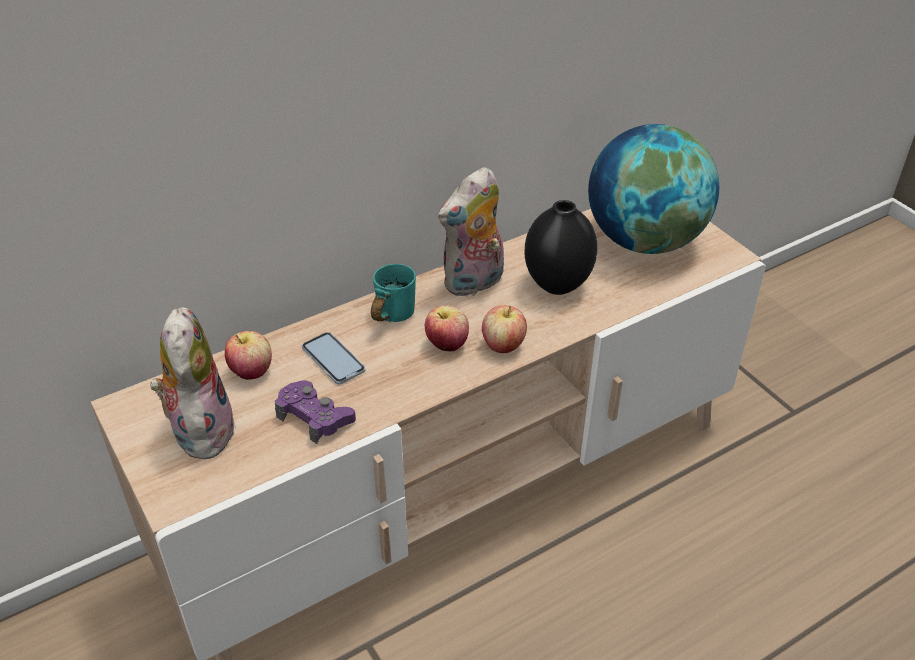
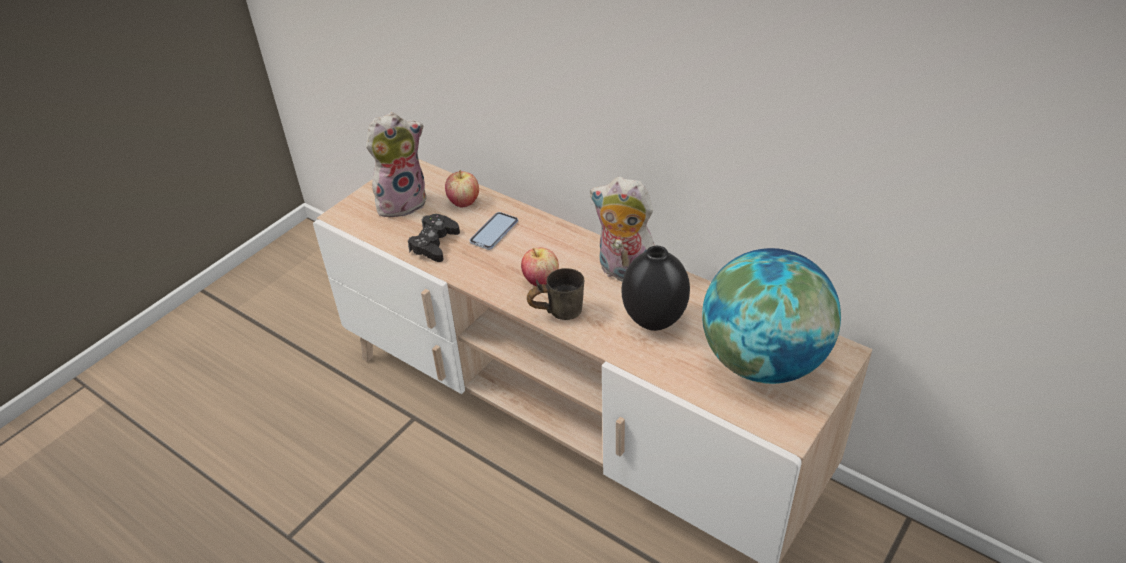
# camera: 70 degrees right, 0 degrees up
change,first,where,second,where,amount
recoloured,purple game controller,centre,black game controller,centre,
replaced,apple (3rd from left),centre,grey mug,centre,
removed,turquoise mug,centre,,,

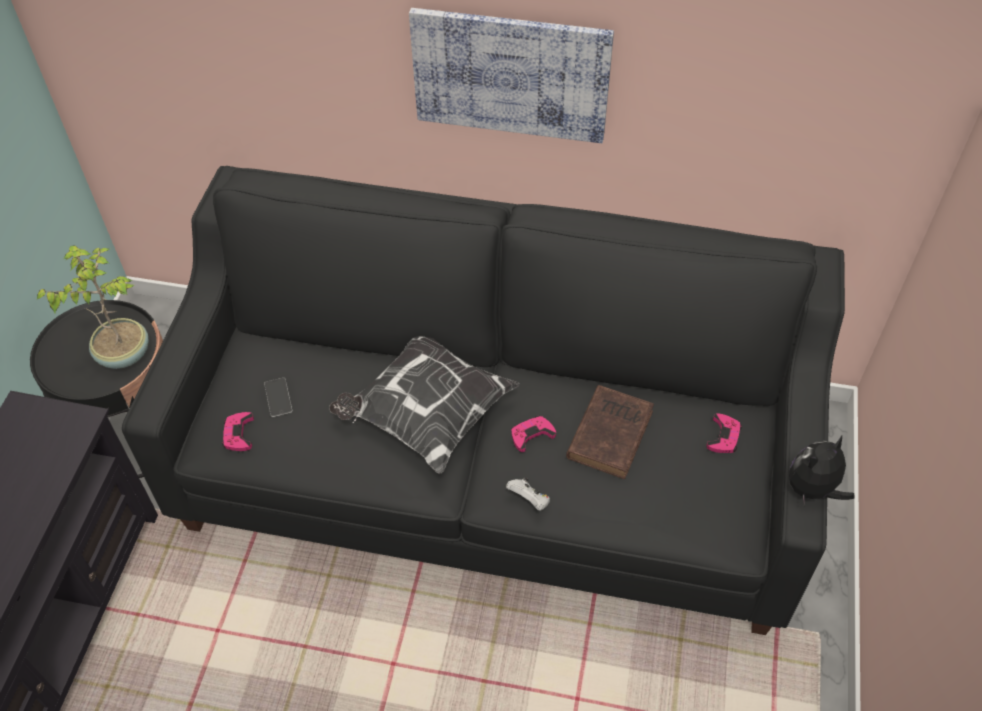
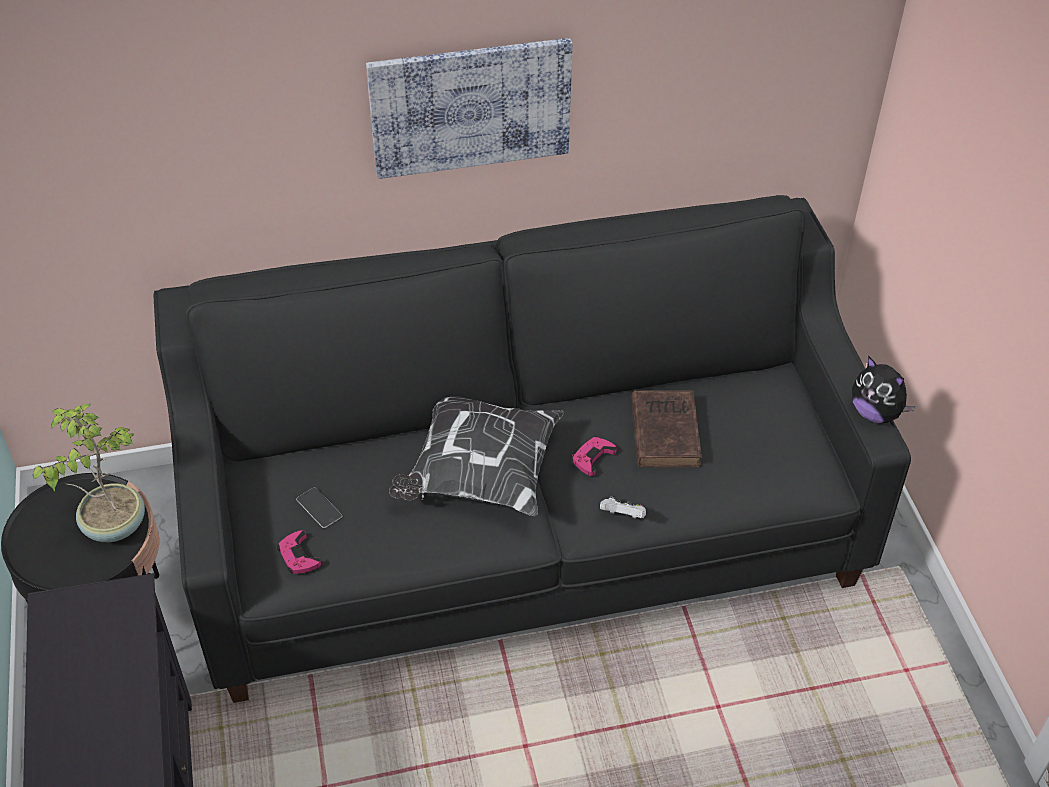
# camera: 25 degrees left, 5 degrees down
change,first,where,second,where,amount
turned,plush toy,middle right,,middle right,75 degrees counterclockwise
removed,pink game controller (3rd from left),middle right,,,

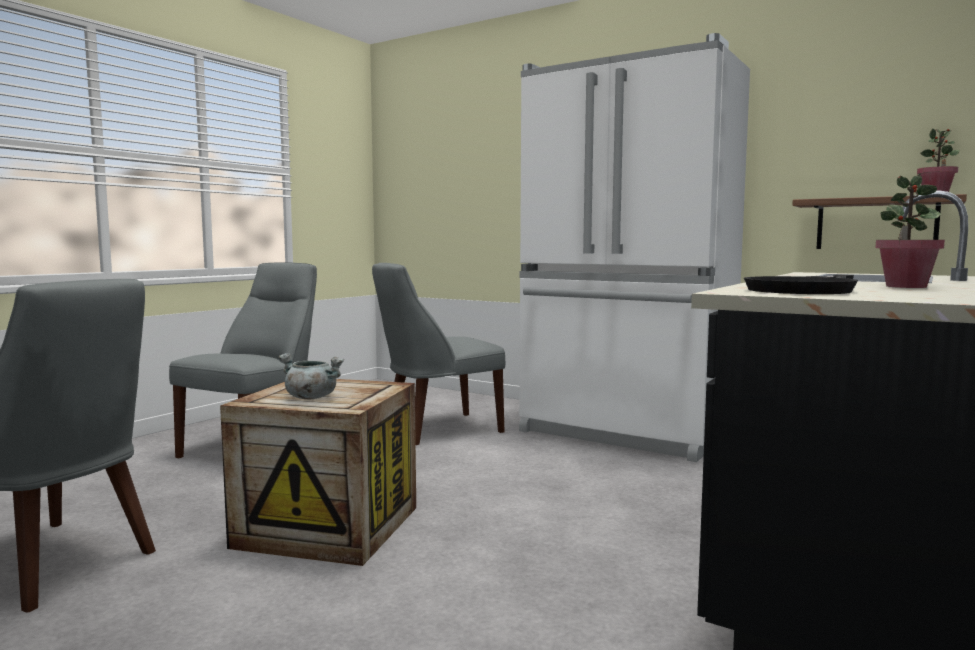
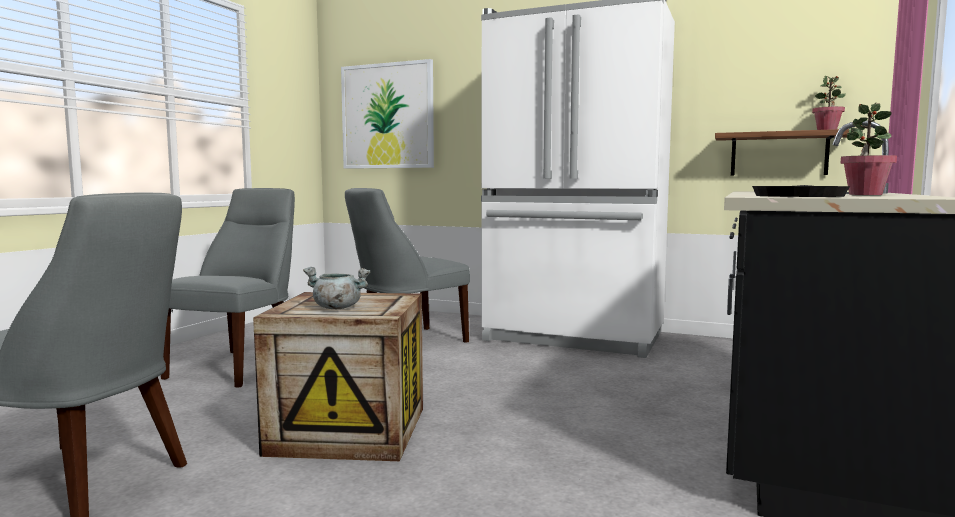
# camera: 10 degrees left, 0 degrees up
change,first,where,second,where,amount
added,,,picture,top centre,

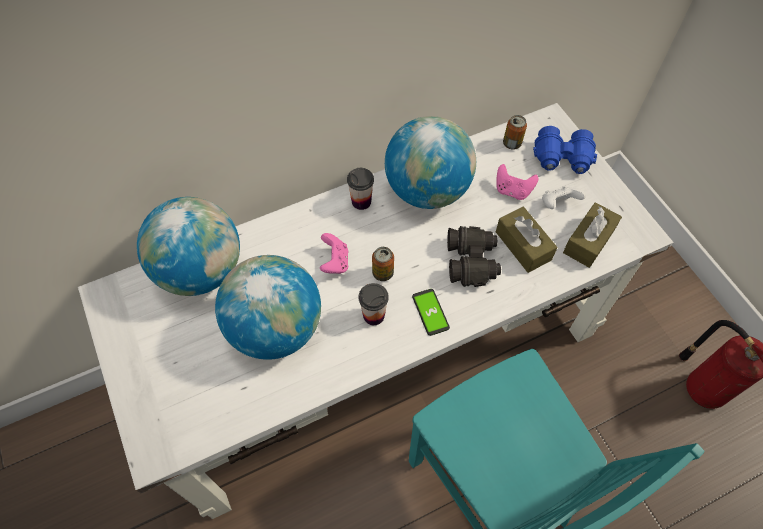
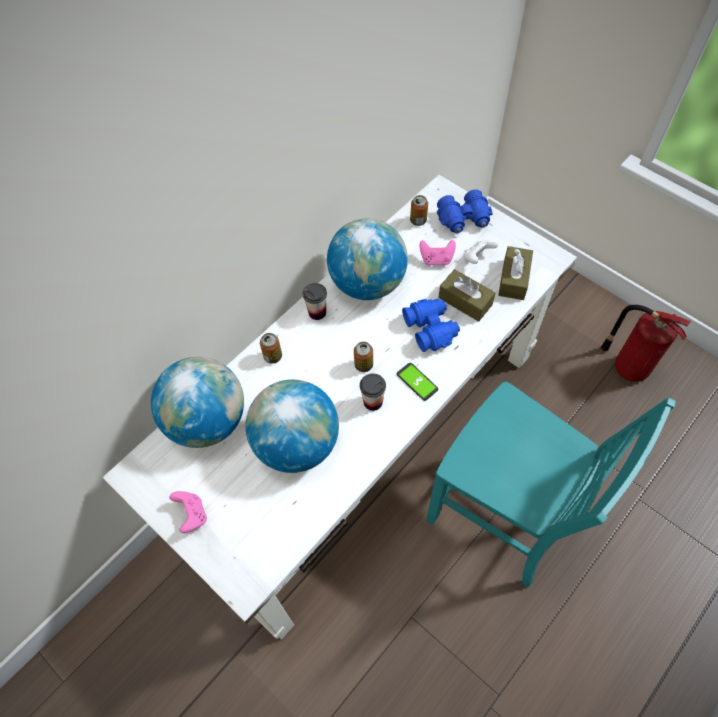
# camera: 20 degrees left, 0 degrees up
change,first,where,second,where,amount
moved,pink game controller (1st from left),centre,,bottom left,
added,,,can (1st from left),centre,
recoloured,black binoculars,centre,blue binoculars (1st from left),centre,

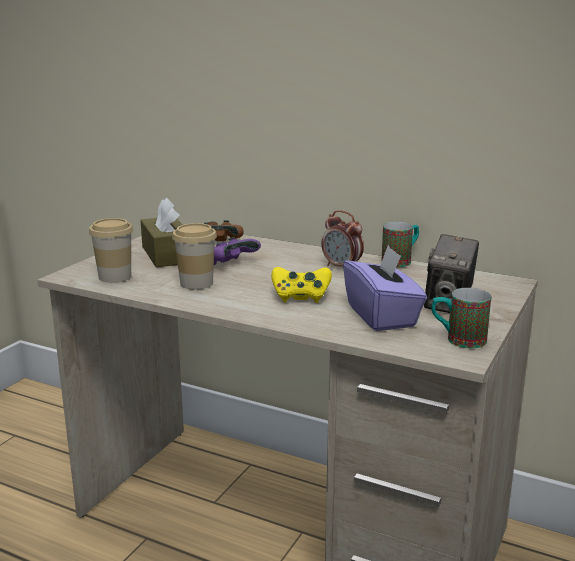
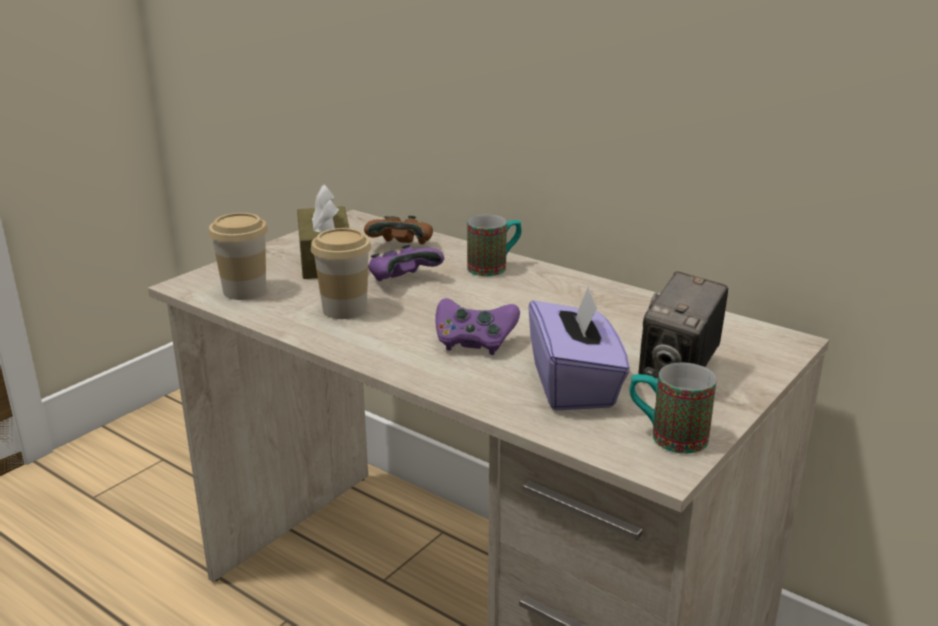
# camera: 10 degrees right, 5 degrees up
change,first,where,second,where,amount
recoloured,yellow game controller,centre,purple game controller (2nd from left),centre,
moved,mug (1st from left),middle right,,centre,
removed,alarm clock,centre,,,

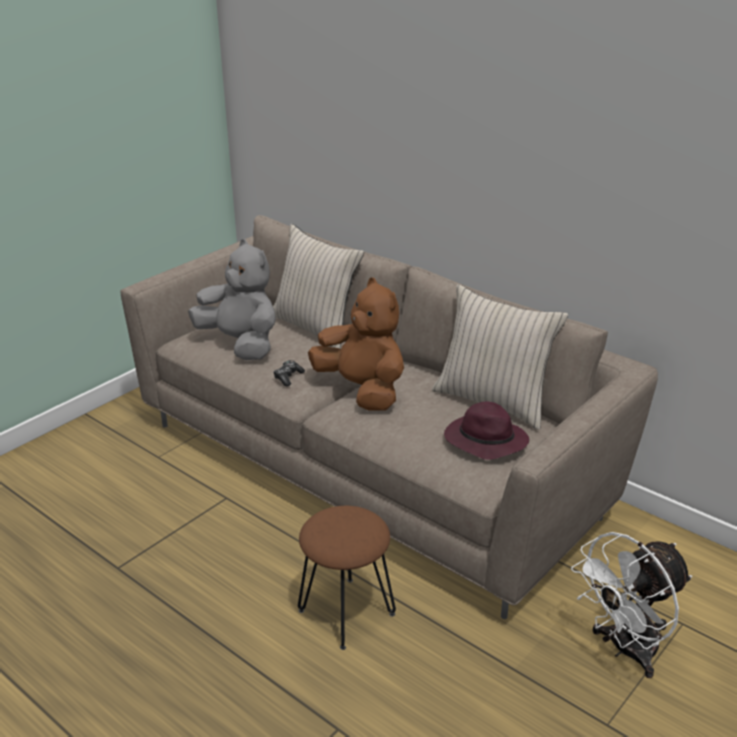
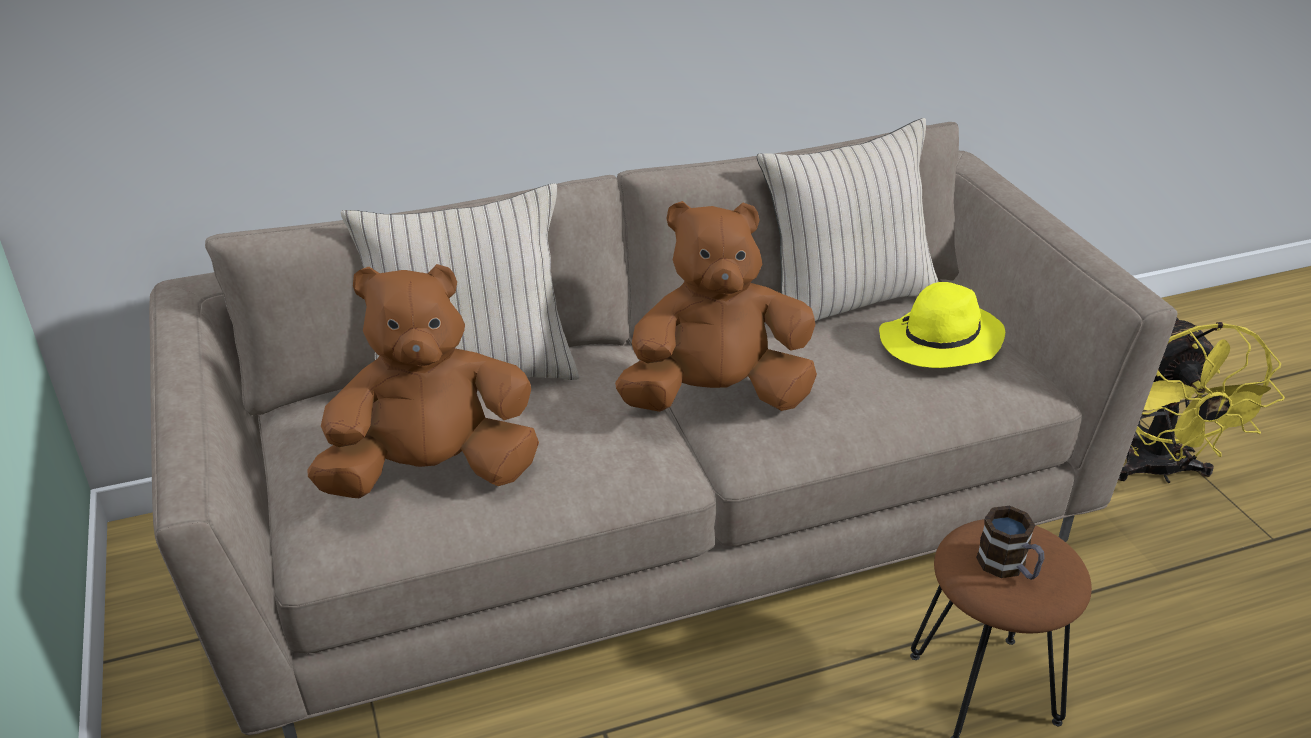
# camera: 60 degrees left, 5 degrees up
change,first,where,second,where,amount
recoloured,grey plush toy,middle left,brown plush toy (1st from left),middle left,
recoloured,purple hat,centre,yellow hat,middle right,
added,,,mug,bottom right,
recoloured,white fan,bottom right,yellow fan,middle right,
removed,game controller,centre,,,

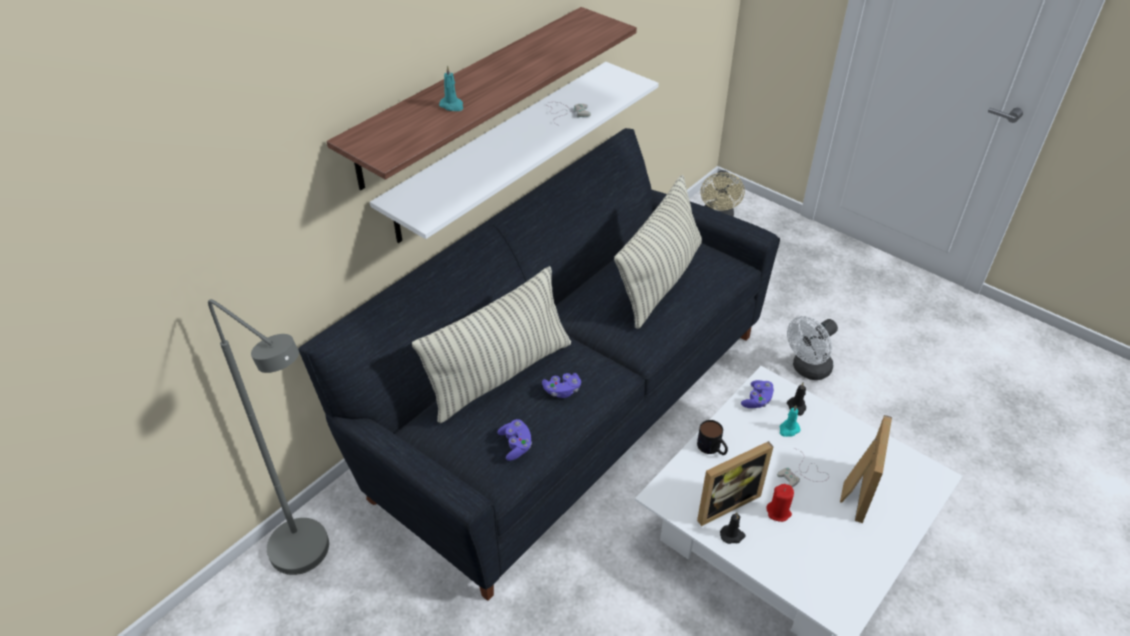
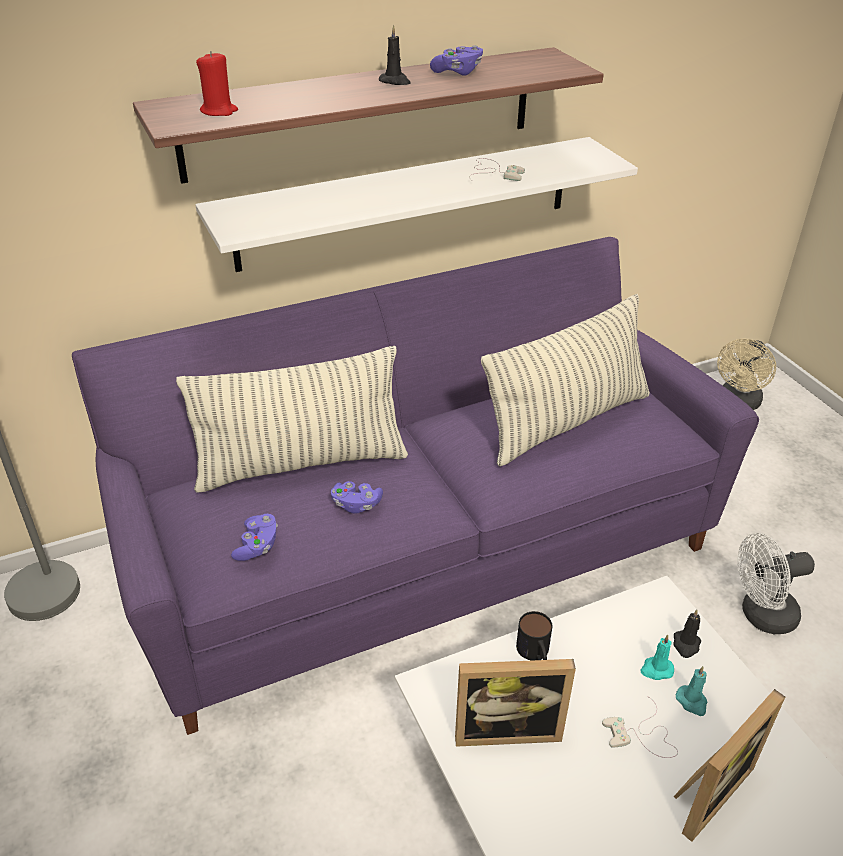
# camera: 25 degrees right, 5 degrees down
change,first,where,second,where,amount
recoloured,black sofa,centre,purple sofa,centre,
moved,red candle,bottom right,,top left,
moved,black candle (1st from left),bottom centre,,top centre,
moved,purple game controller (3rd from left),middle right,,top centre,
moved,turquoise candle (1st from left in the first image),top centre,turquoise candle (2nd from left),bottom right,

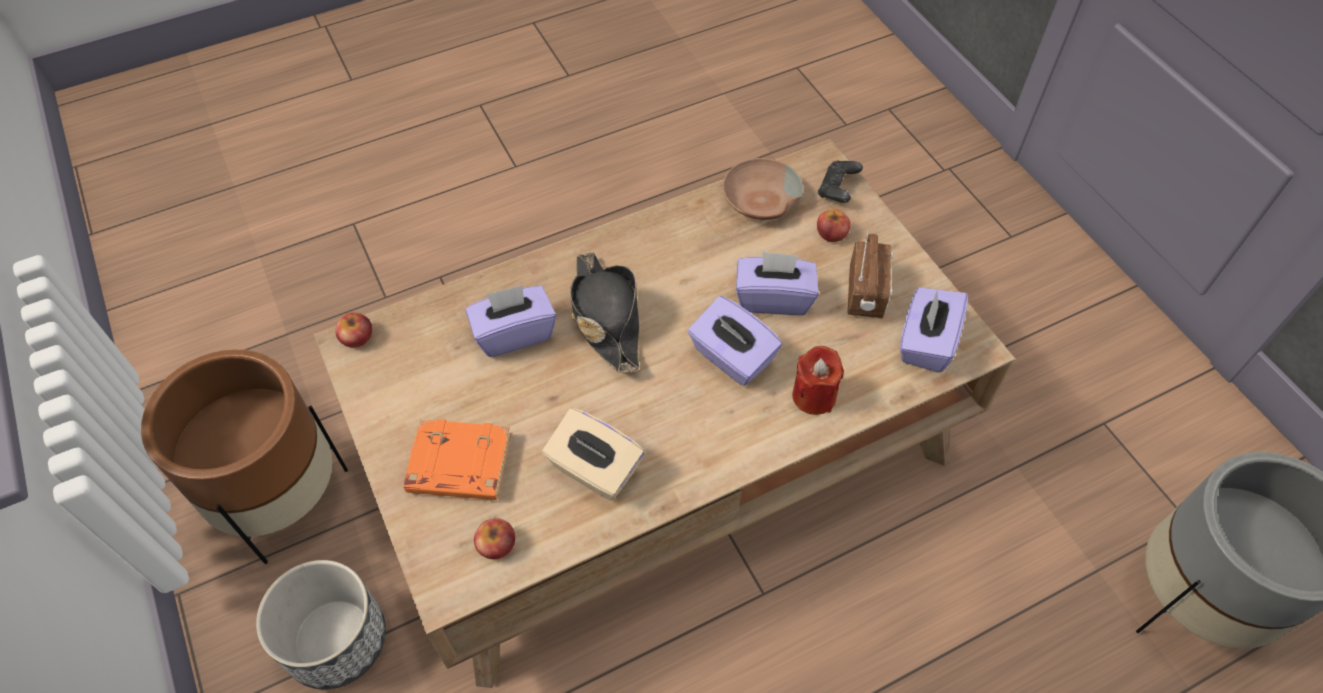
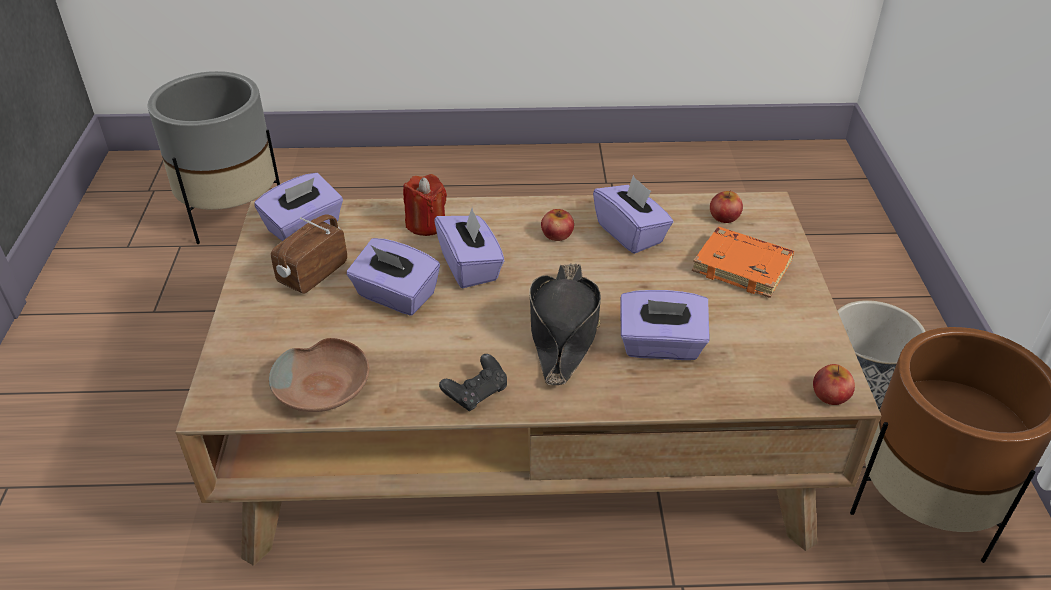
# camera: 155 degrees left, 15 degrees down
change,first,where,second,where,amount
moved,black game controller,top centre,,centre,
moved,apple (3rd from left in the first image),top centre,apple (1st from left),centre,
recoloured,beige tissue box,centre,purple tissue box (4th from left),centre,

